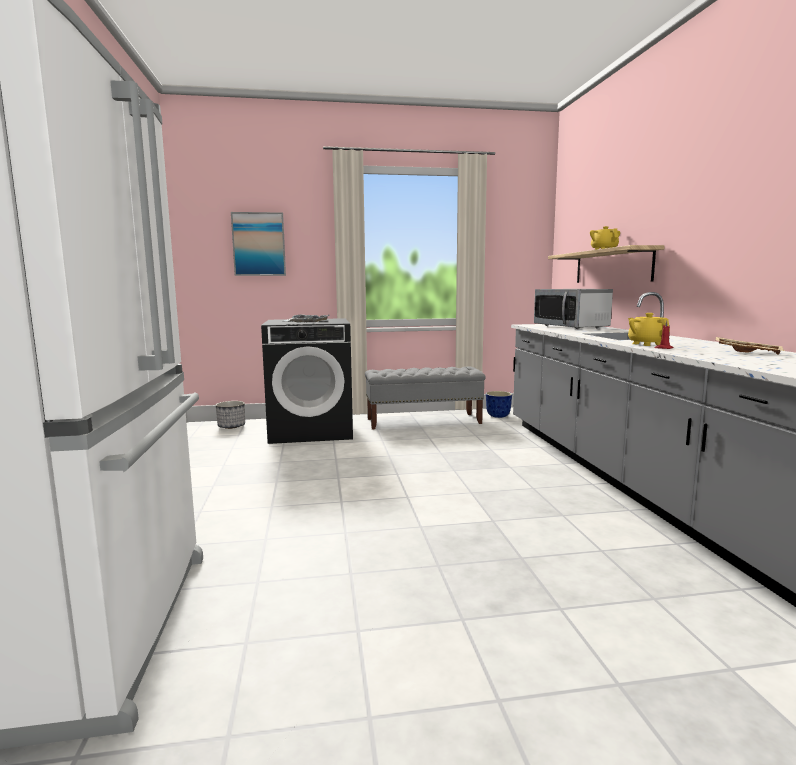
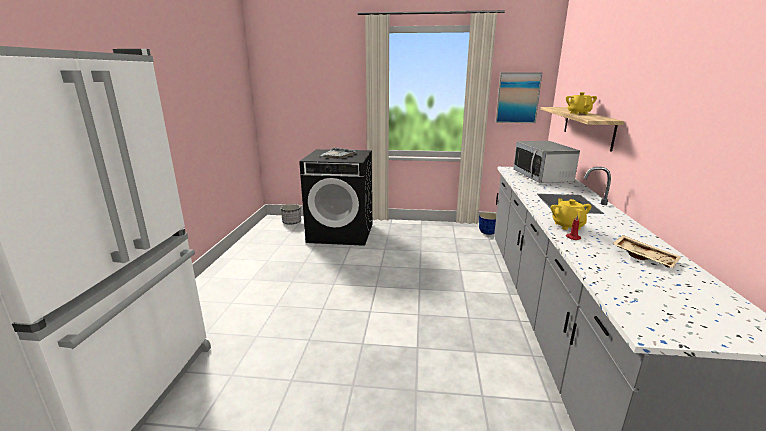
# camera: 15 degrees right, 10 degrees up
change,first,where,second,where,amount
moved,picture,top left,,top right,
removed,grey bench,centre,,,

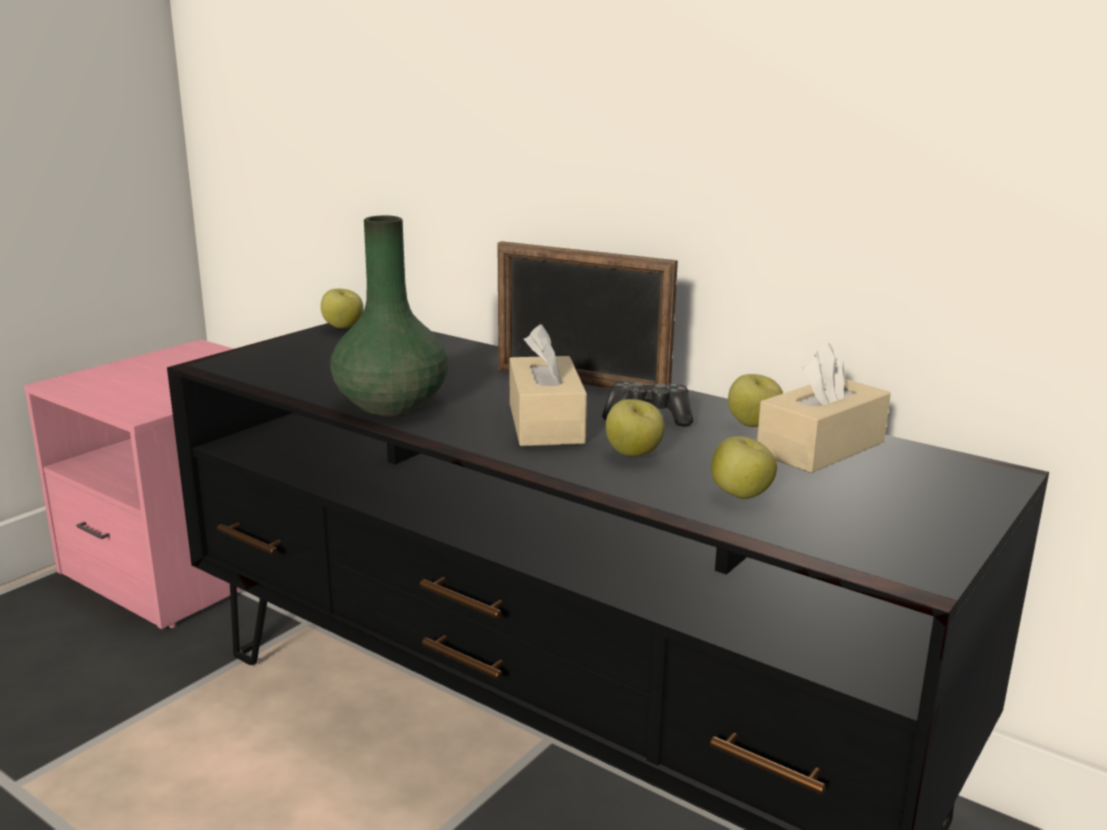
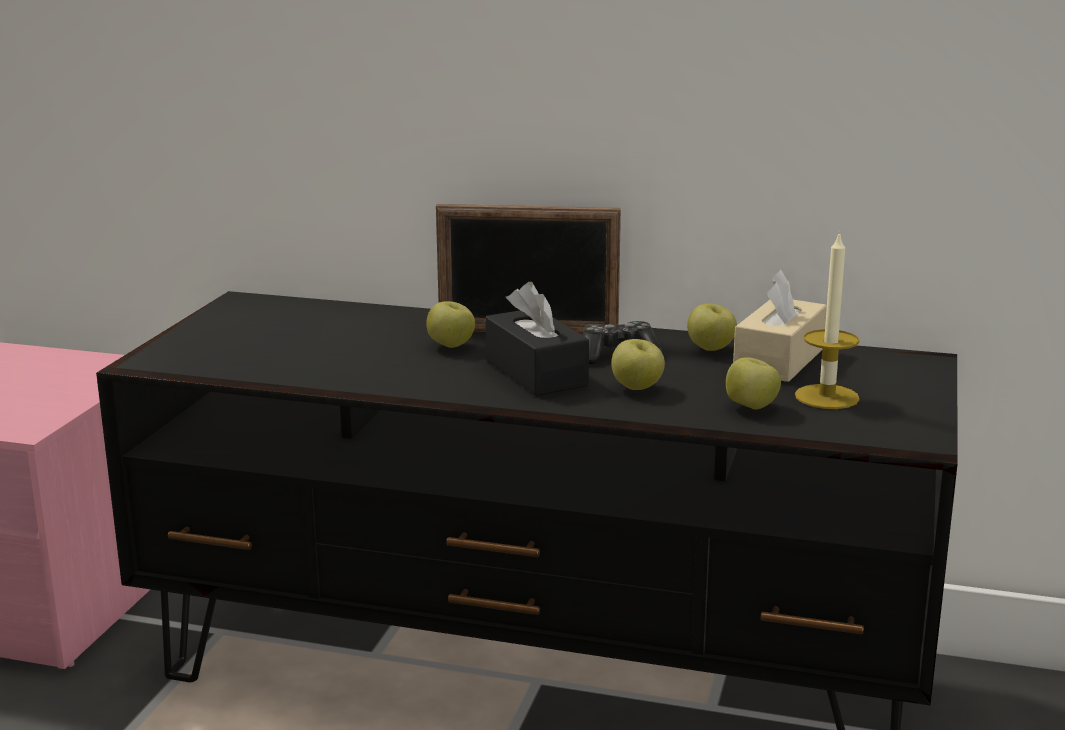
# camera: 20 degrees left, 0 degrees up
change,first,where,second,where,amount
moved,apple (1st from left),middle left,,centre,
recoloured,beige tissue box (1st from left),centre,black tissue box,centre,
added,,,candle,middle right,
removed,green vase,centre,,,

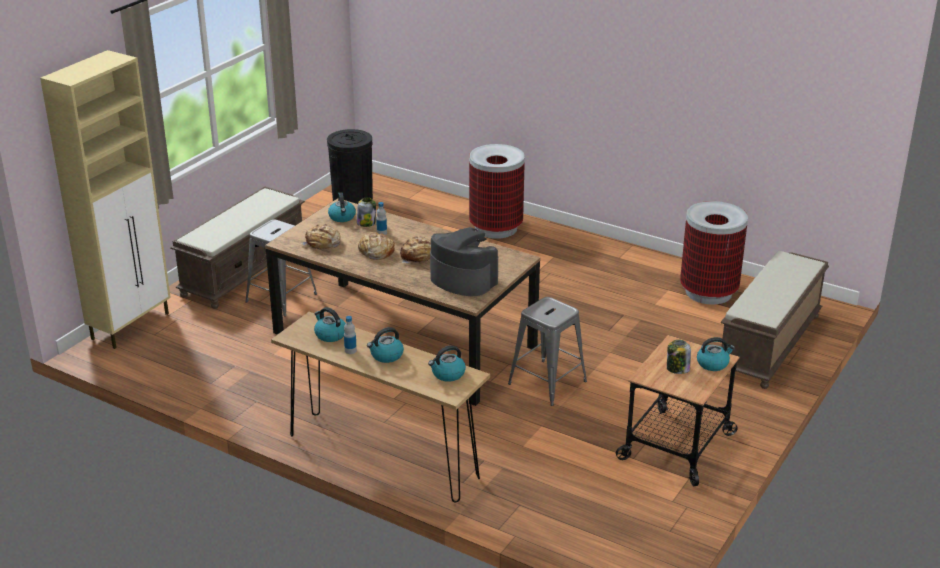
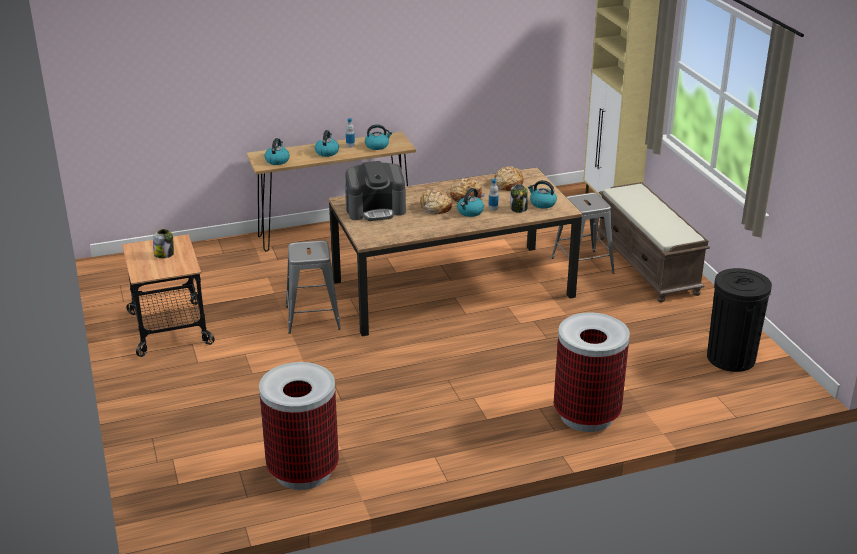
# camera: 130 degrees right, 0 degrees up
change,first,where,second,where,amount
moved,kettle (5th from left in the first image),middle right,kettle (4th from left),centre,
removed,brown bench (2nd from left),middle right,,,

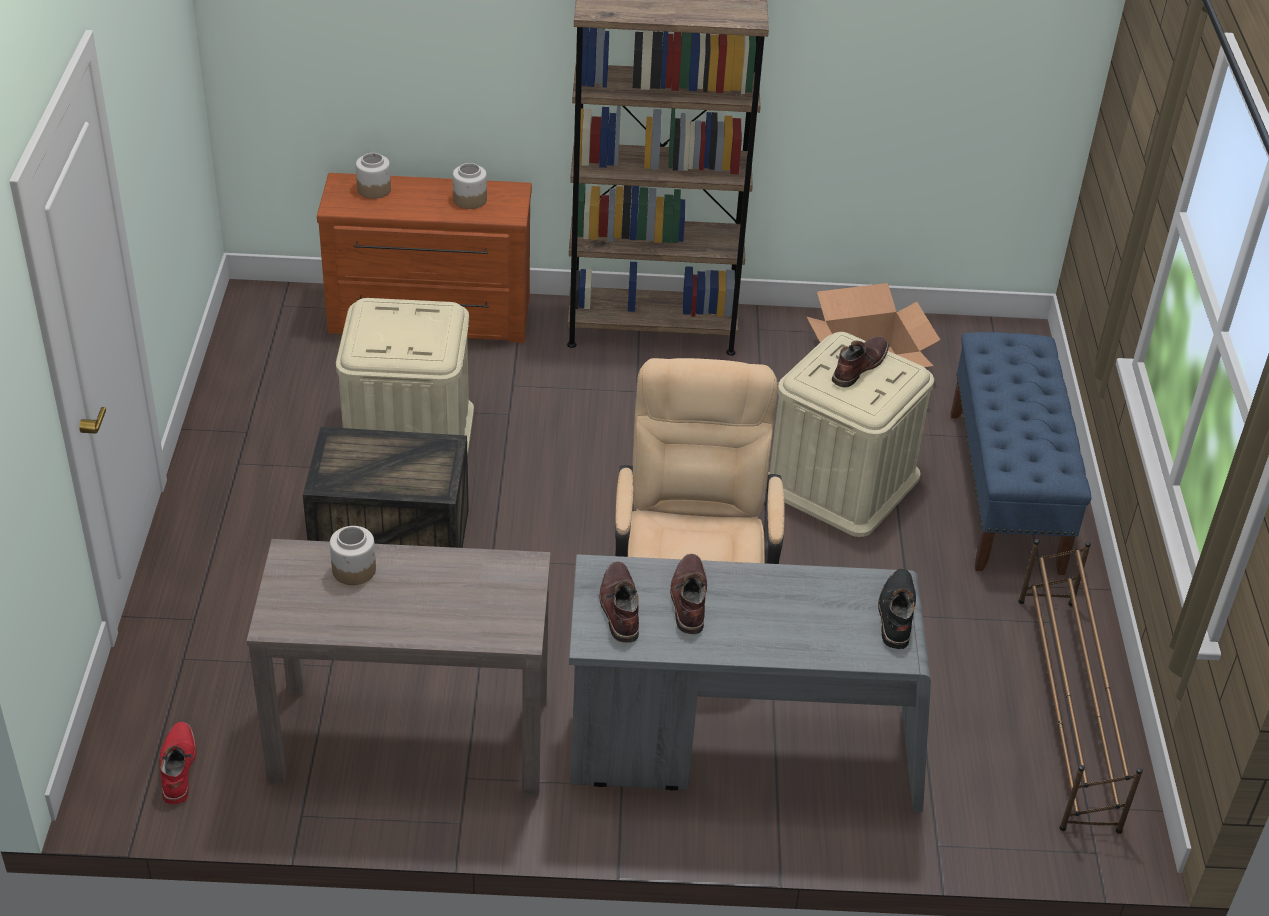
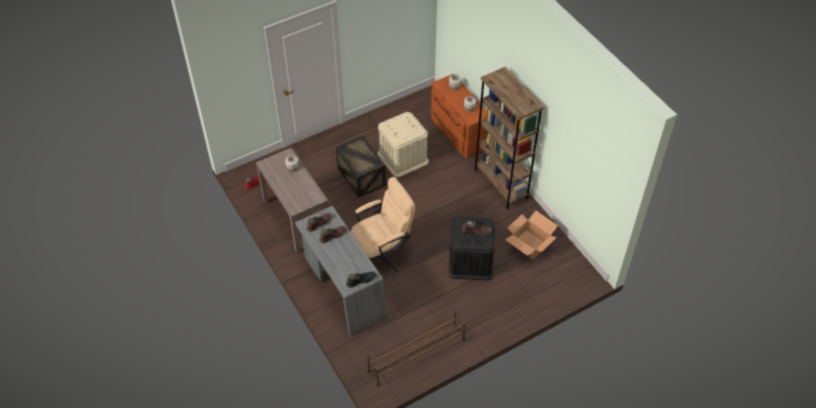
# camera: 60 degrees right, 10 degrees up
change,first,where,second,where,amount
recoloured,beige storage box (2nd from left),middle right,black storage box,centre,
removed,blue bench,middle right,,,

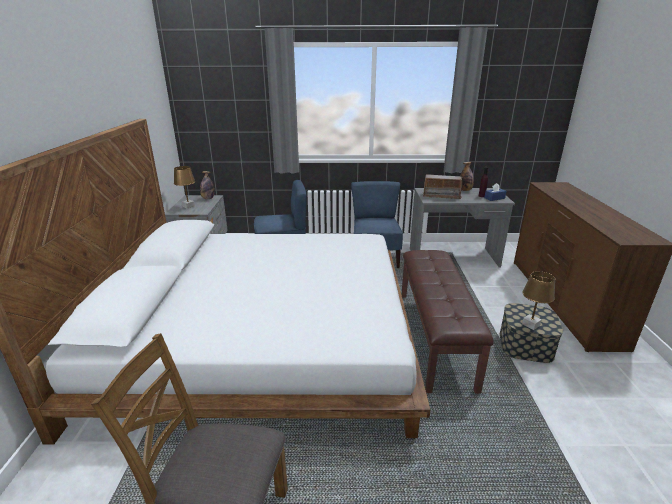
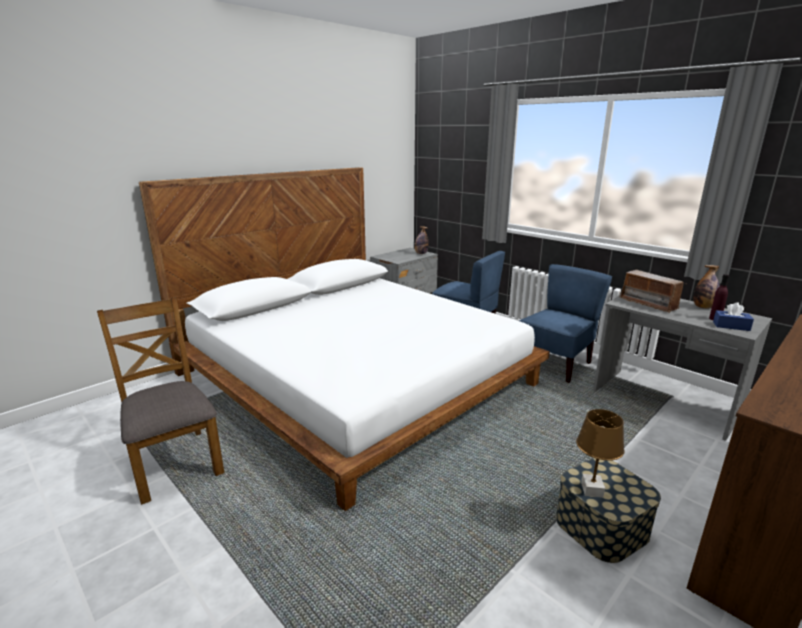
# camera: 45 degrees right, 5 degrees down
change,first,where,second,where,amount
removed,brown table lamp (1st from left),middle left,,,
removed,brown bench,middle right,,,

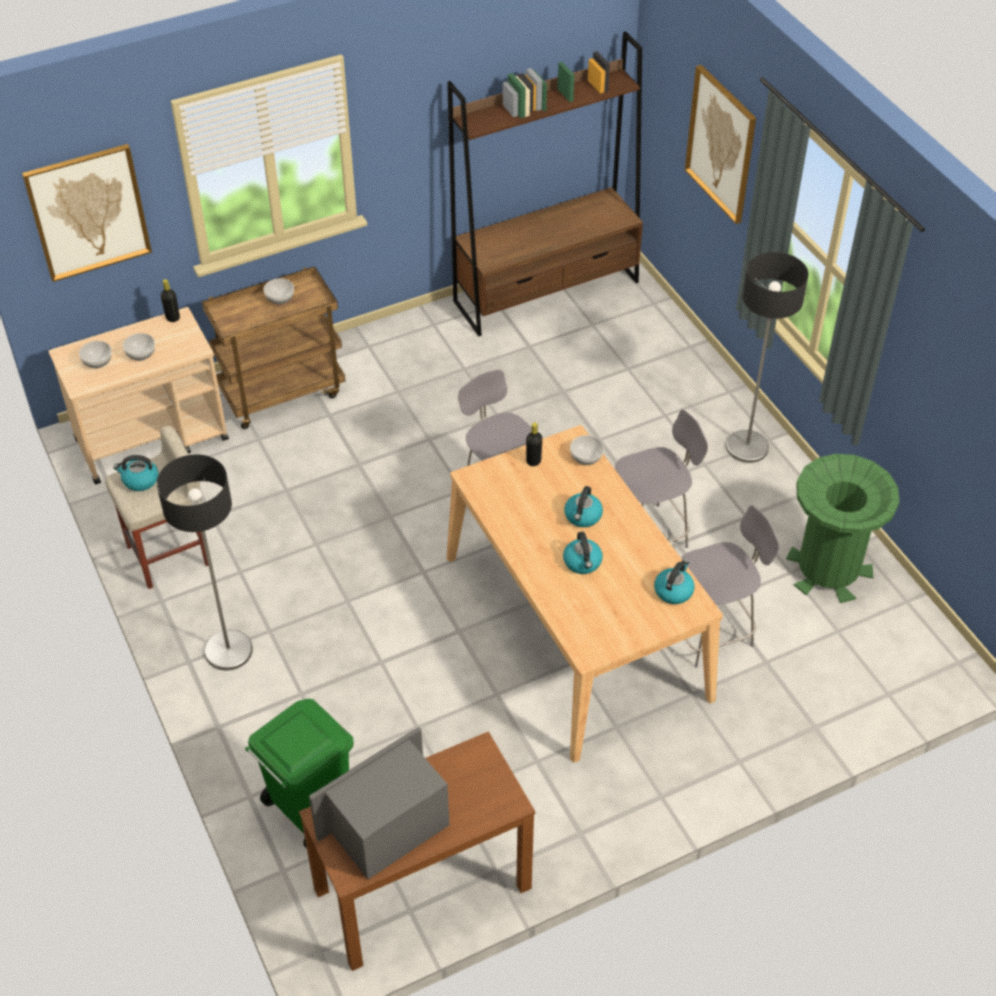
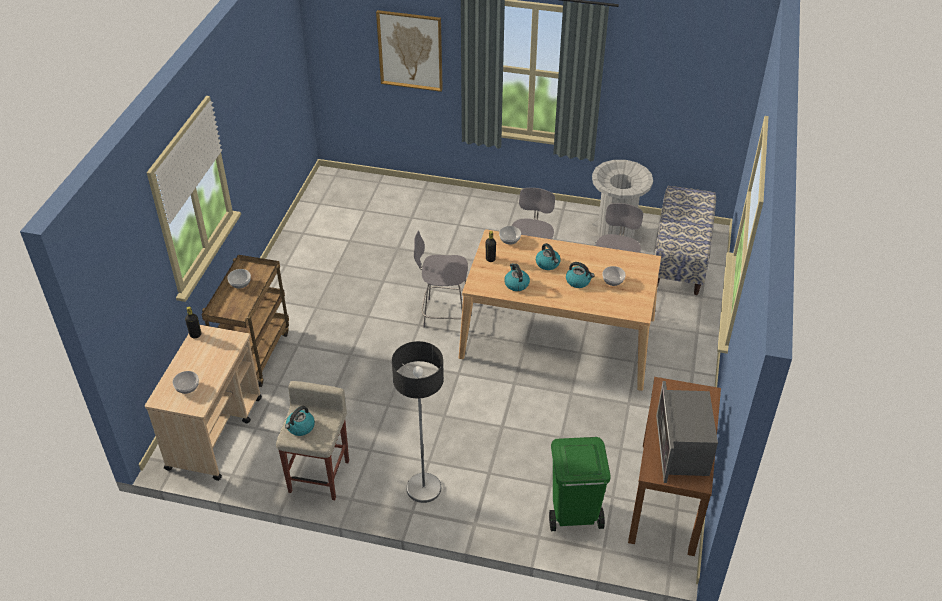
# camera: 50 degrees left, 5 degrees down
change,first,where,second,where,amount
moved,kettle (4th from left in the first image),middle right,kettle (2nd from left),centre,
recoloured,green trash can (2nd from left),middle right,grey trash can,centre,
moved,bowl (2nd from left in the first image),middle left,bowl (4th from left),centre,
added,,,bench,middle right,
removed,picture (1st from left),top left,,,
removed,brown bookcase,top centre,,,
removed,floor lamp (2nd from left),middle right,,,

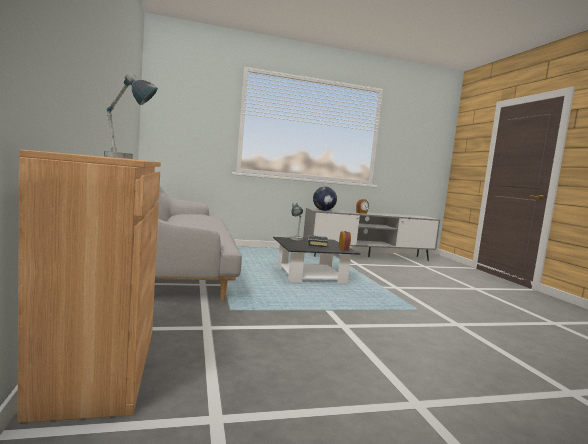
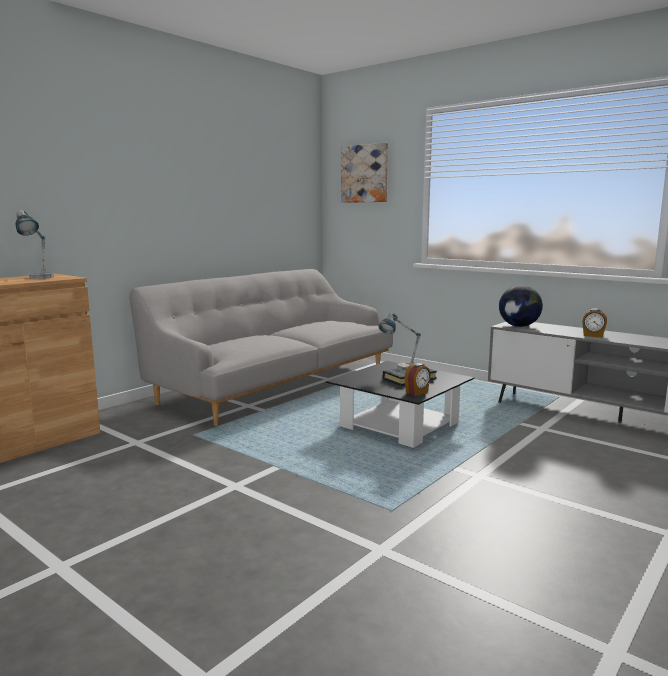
# camera: 55 degrees right, 5 degrees up
change,first,where,second,where,amount
added,,,picture,top centre,

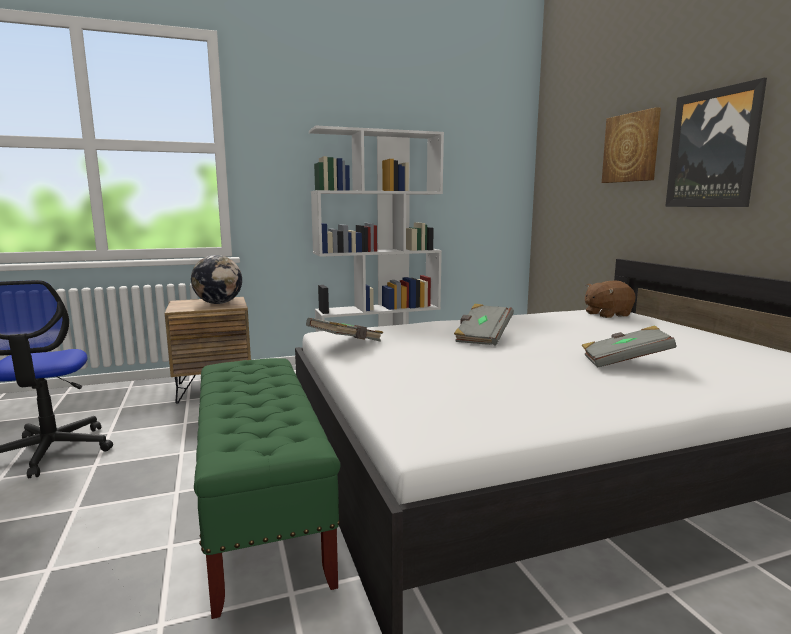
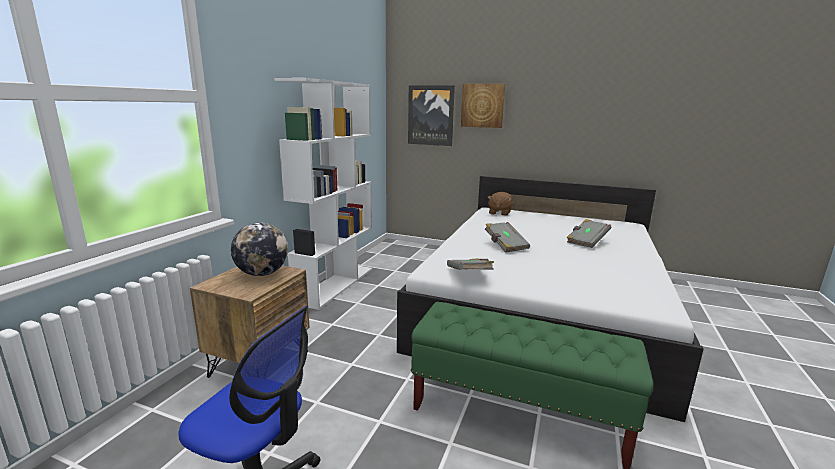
# camera: 50 degrees left, 5 degrees up
change,first,where,second,where,amount
moved,picture (2nd from left in the first image),top right,picture (1st from left),top centre,

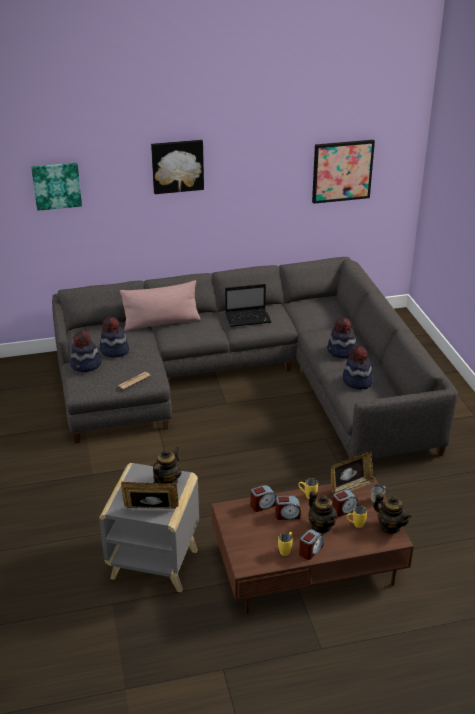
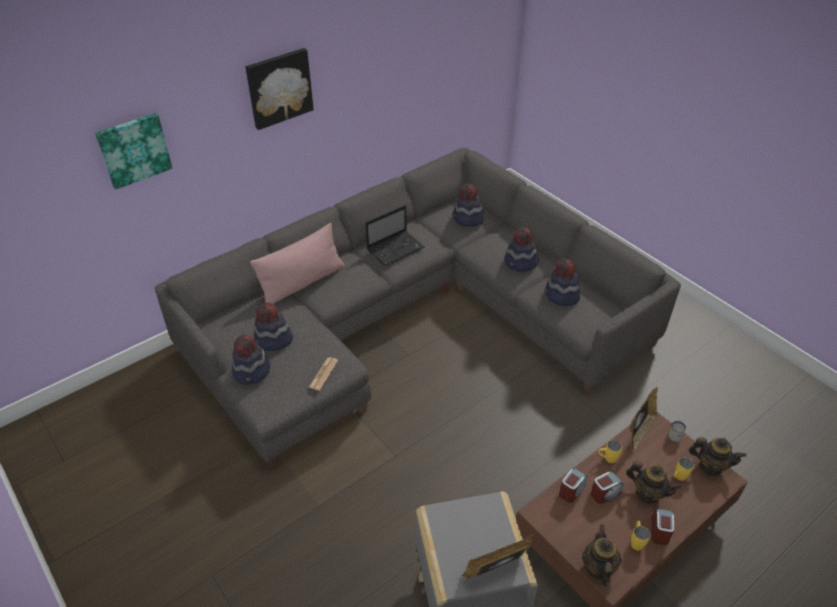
# camera: 25 degrees left, 10 degrees up
change,first,where,second,where,amount
added,,,hat (3rd from left),centre,
moved,teapot (1st from left),centre,,bottom right,
removed,picture (3rd from left),top right,,,
removed,alarm clock (4th from left),bottom right,,,

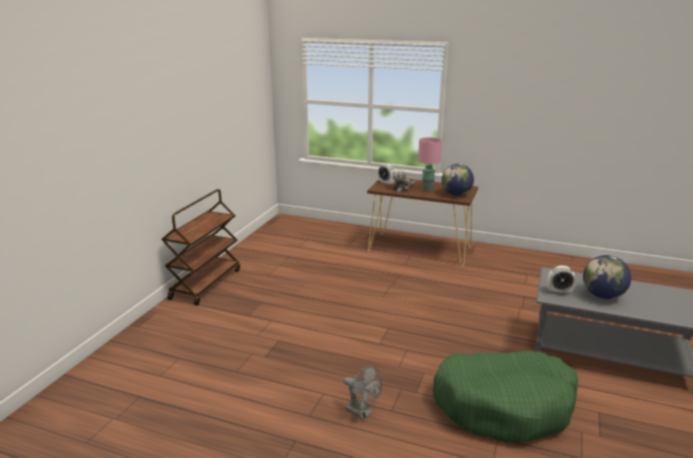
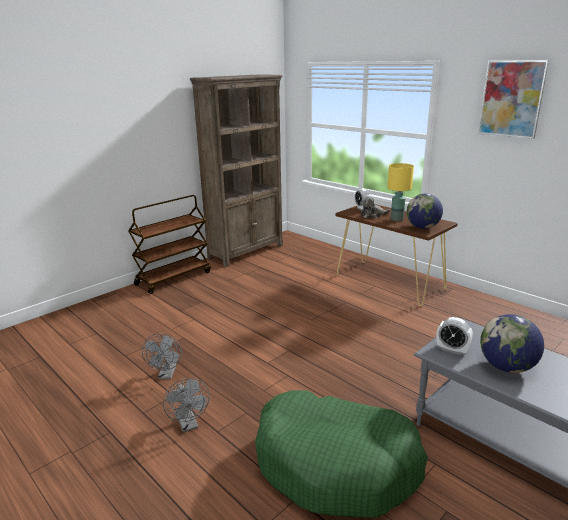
# camera: 25 degrees right, 0 degrees up
change,first,where,second,where,amount
added,,,grey fan (1st from left),bottom left,
added,,,brown bookcase,top centre,
recoloured,pink table lamp,centre,yellow table lamp,middle right,
added,,,picture,top right,

